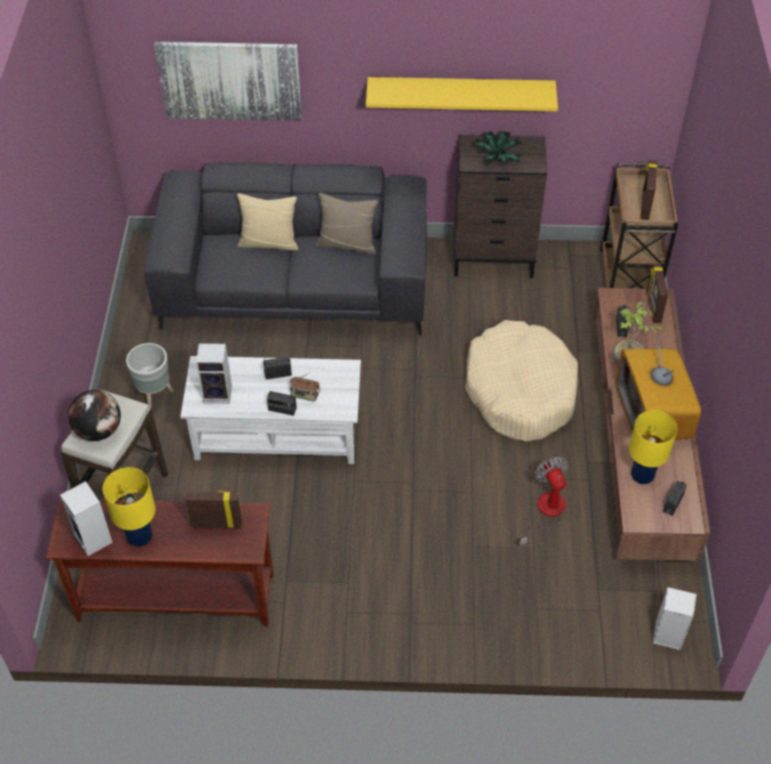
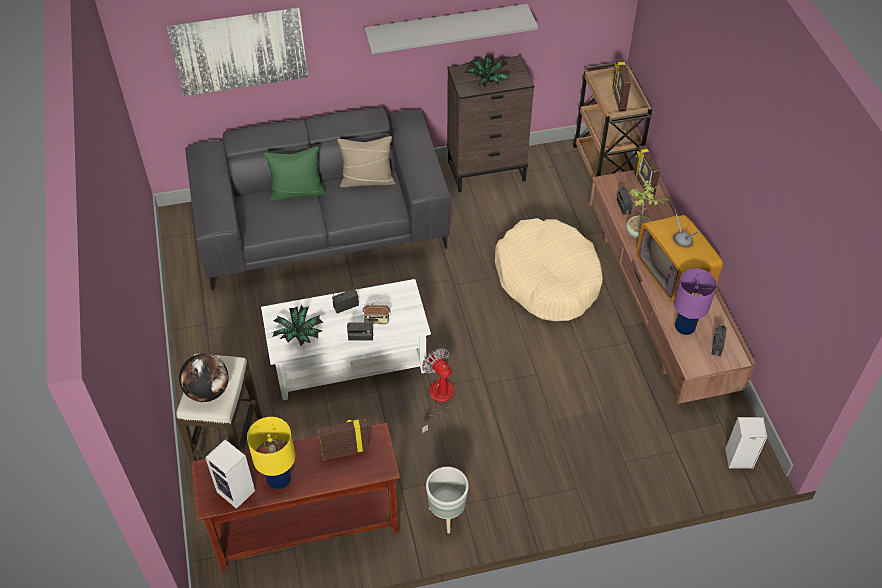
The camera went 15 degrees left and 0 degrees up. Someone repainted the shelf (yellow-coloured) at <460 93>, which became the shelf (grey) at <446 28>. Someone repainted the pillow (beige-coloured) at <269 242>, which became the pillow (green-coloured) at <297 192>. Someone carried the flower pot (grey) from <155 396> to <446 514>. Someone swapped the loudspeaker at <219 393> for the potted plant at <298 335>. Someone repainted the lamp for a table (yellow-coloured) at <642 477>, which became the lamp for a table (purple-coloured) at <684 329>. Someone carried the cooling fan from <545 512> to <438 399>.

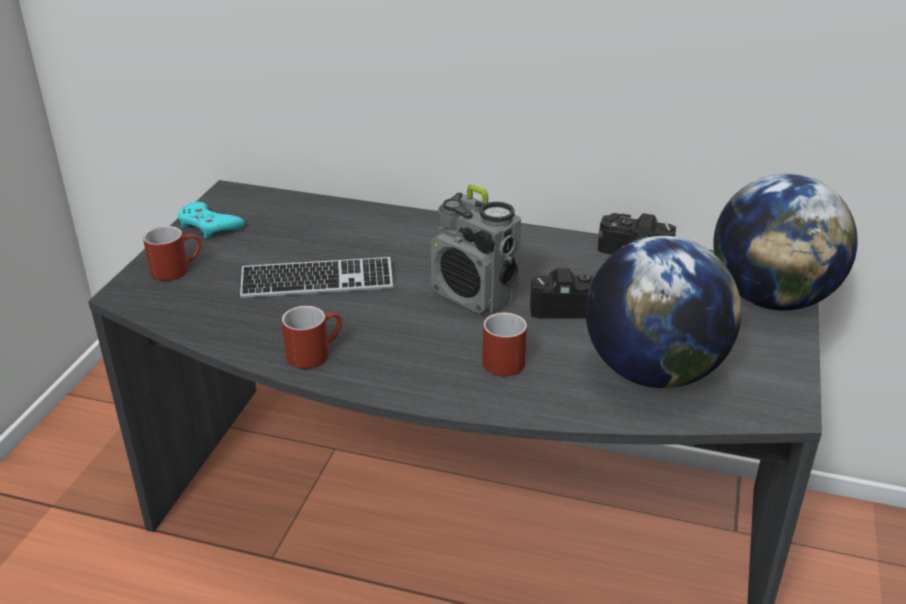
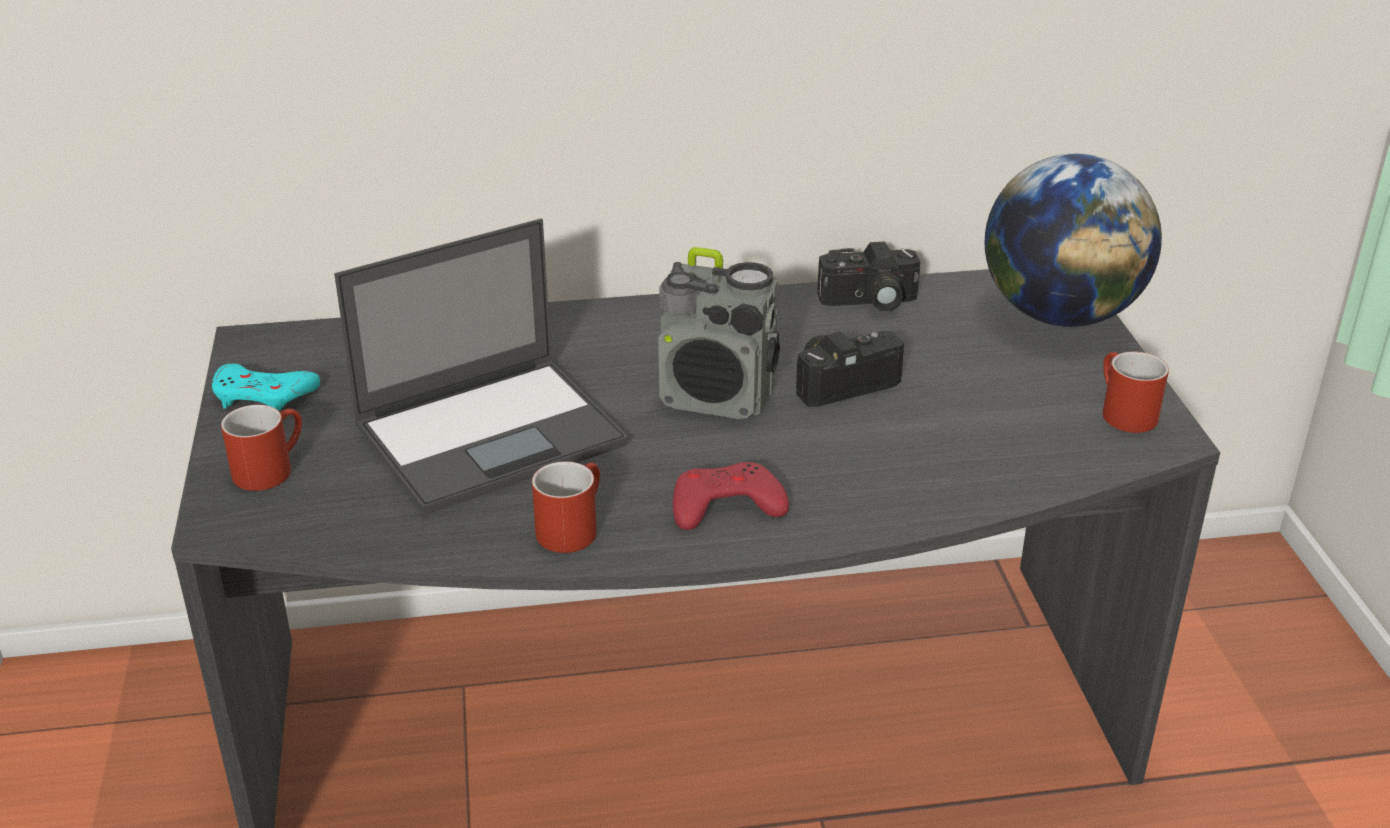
The camera went 25 degrees left and 0 degrees up. Someone took away the world globe at <653 372>. Someone swapped the keyboard at <317 281> for the portable computer at <493 433>. Someone carried the coffee mug (red) from <502 358> to <1121 412>. Someone put down the joypad (red) at <726 505>.

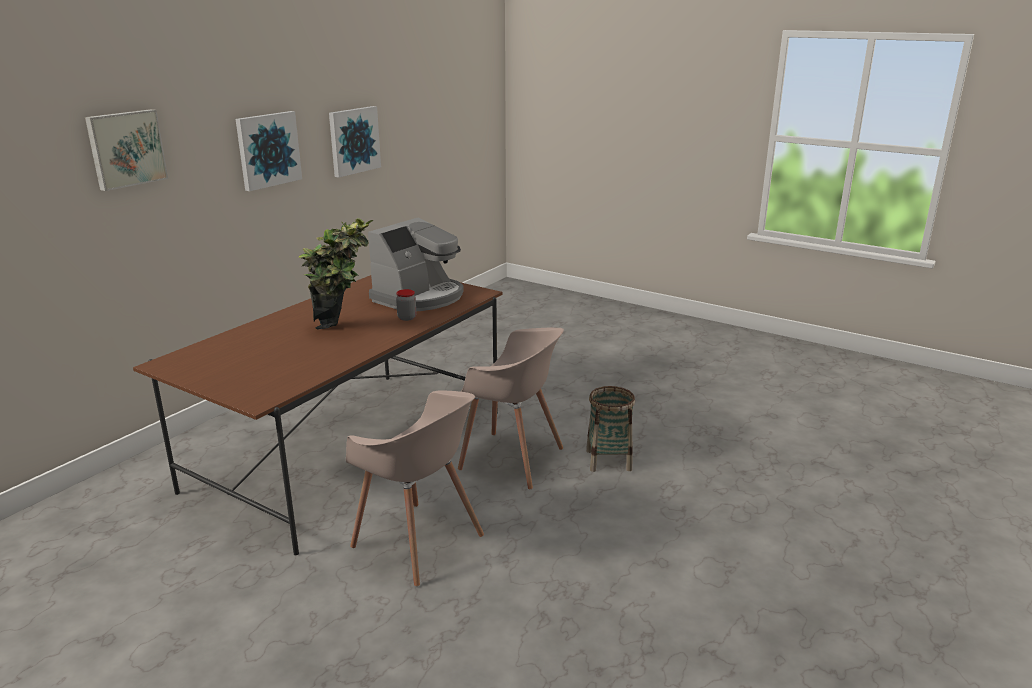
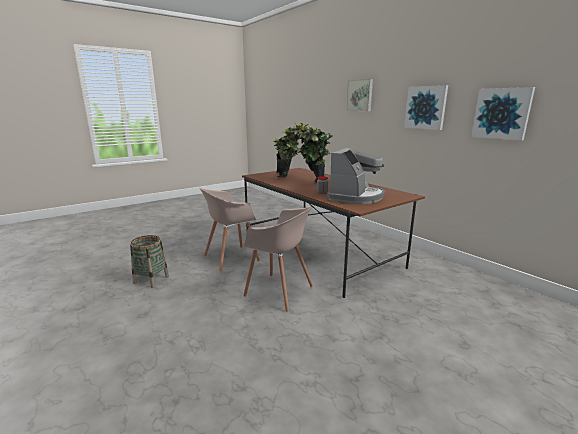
The camera went 110 degrees right and 5 degrees down. Someone rotated the coffee brewer at <419 297> by 120 degrees counterclockwise. Someone rotated the upright chair (beige-coloured) at <512 460> by 105 degrees counterclockwise. Someone carried the basket from <608 460> to <151 280>. Someone put down the potted plant at <290 178>.

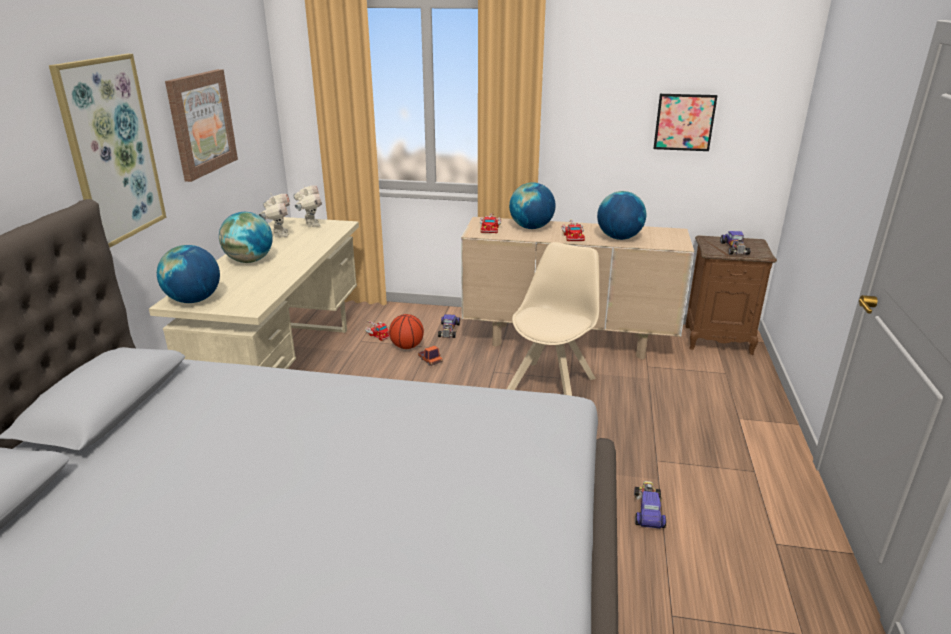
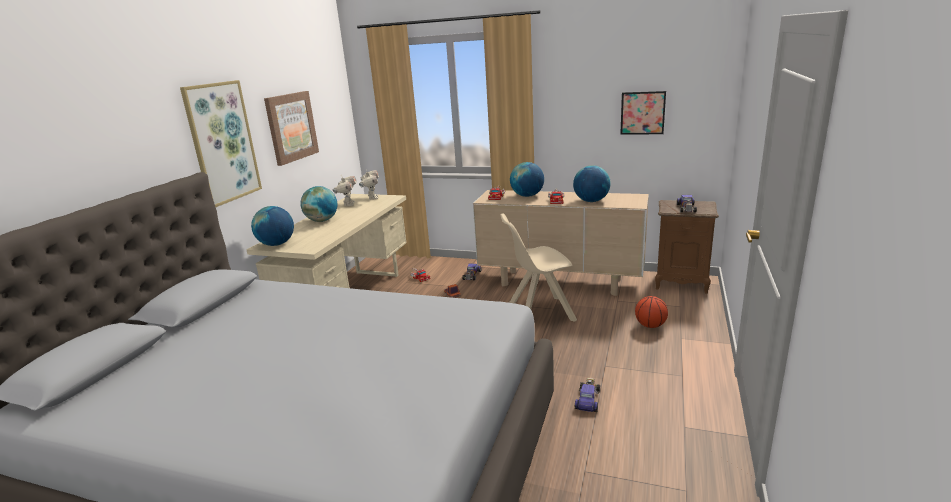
The camera went 10 degrees right and 5 degrees down. Someone rotated the upright chair (beige-coloured) at <552 385> by 135 degrees counterclockwise. Someone carried the ball for basketball from <407 346> to <650 325>.

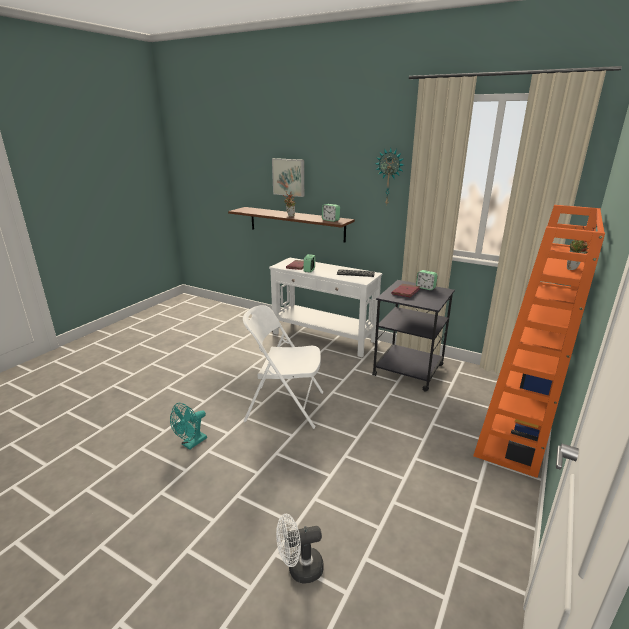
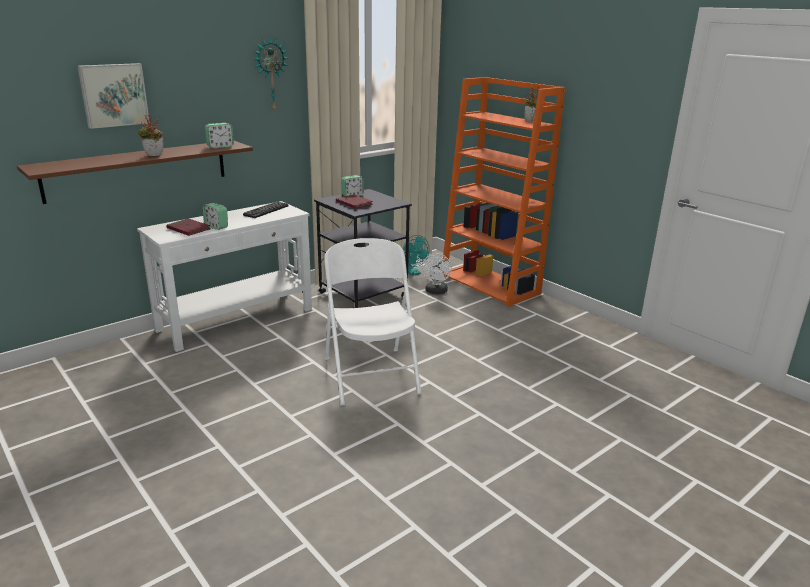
The camera went 70 degrees left and 0 degrees up. Someone rotated the upright chair (white) at <285 406> by 135 degrees clockwise. Someone carried the cooling fan (turquoise) from <191 444> to <413 273>. Someone carried the cooling fan (white) from <299 569> to <436 292>.

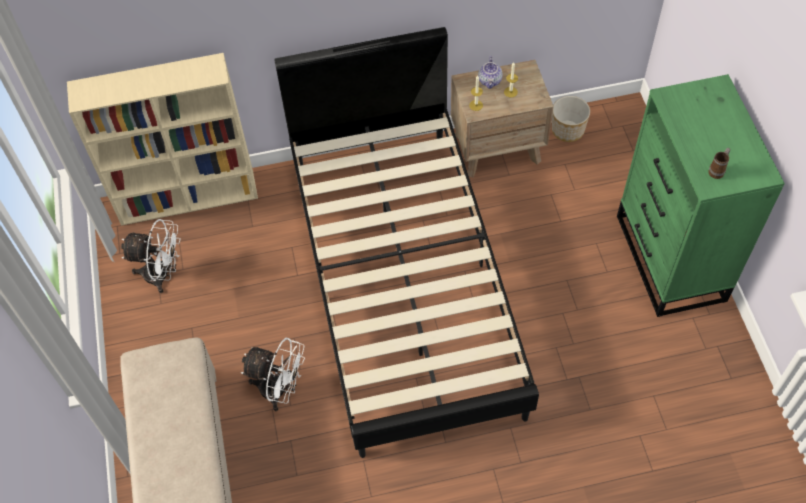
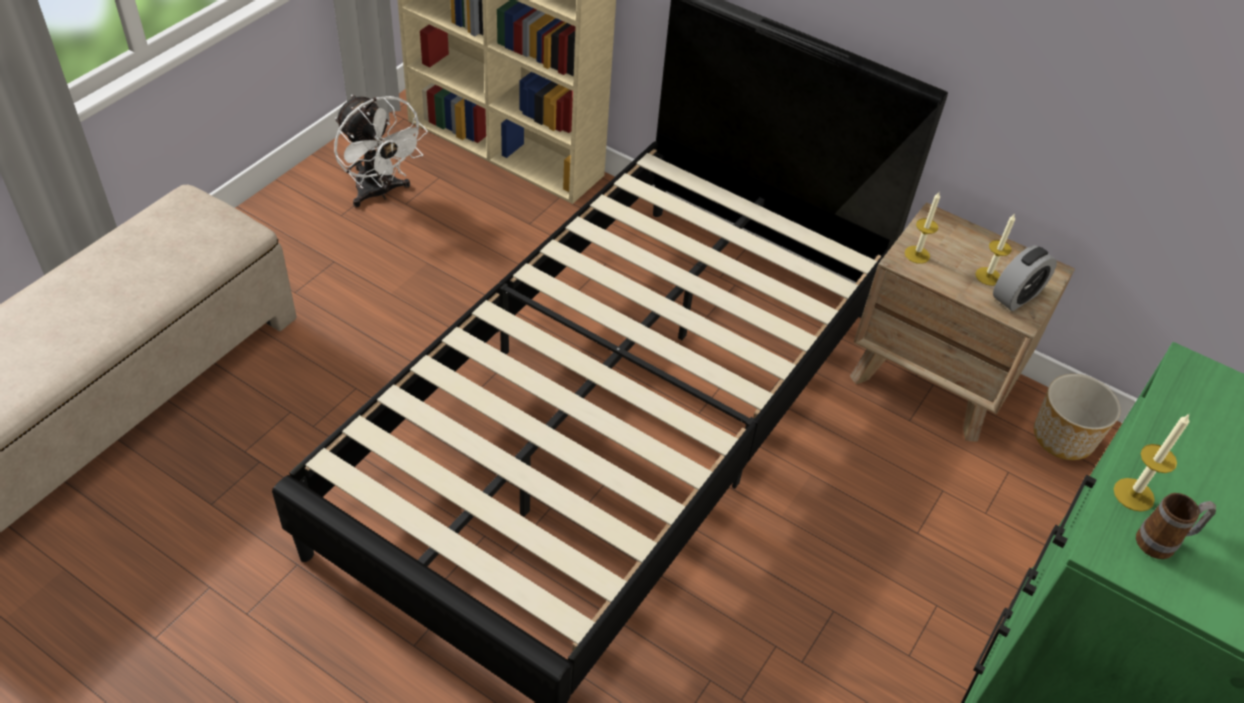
The camera went 40 degrees right and 10 degrees down. Someone took away the tea pot at <490 81>. Someone took away the cooling fan (white) at <280 390>. Someone put down the alarm clock at <1016 296>. Someone put down the wax candle at <1133 494>.

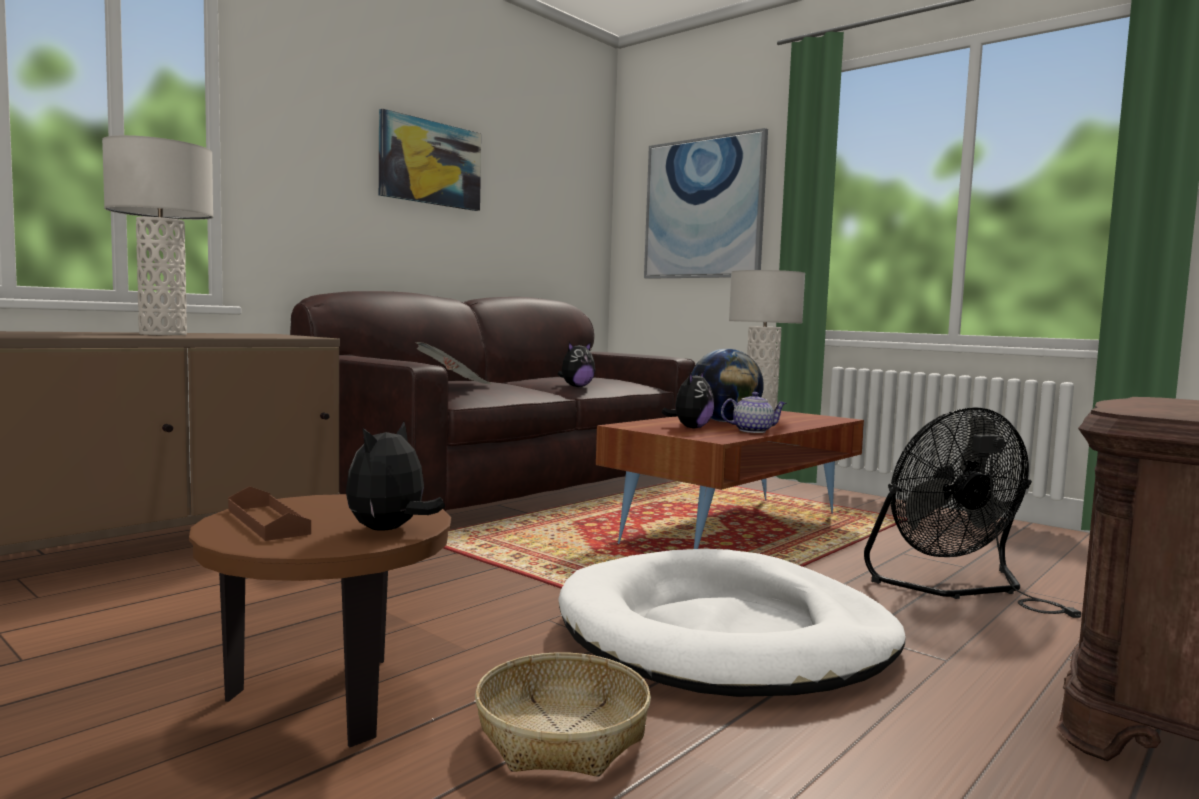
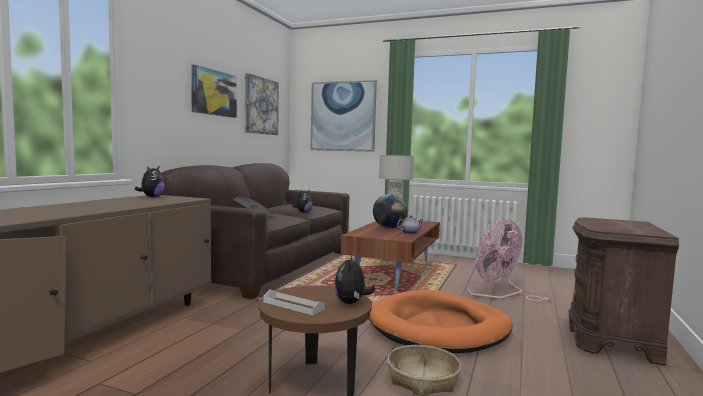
The camera went 20 degrees left and 0 degrees up. Someone took away the lamp for a table (white) at <162 334>. Someone carried the cuddly toy from <690 428> to <152 197>. Someone repainted the cooling fan (black-coloured) at <969 587>, which became the cooling fan (pinkish) at <504 293>. Someone repainted the tray (brownish) at <267 521>, which became the tray (white) at <293 305>. Someone repainted the dog cushion (white) at <726 634>, which became the dog cushion (orangey) at <439 327>. Someone put up the wall picture at <261 106>.

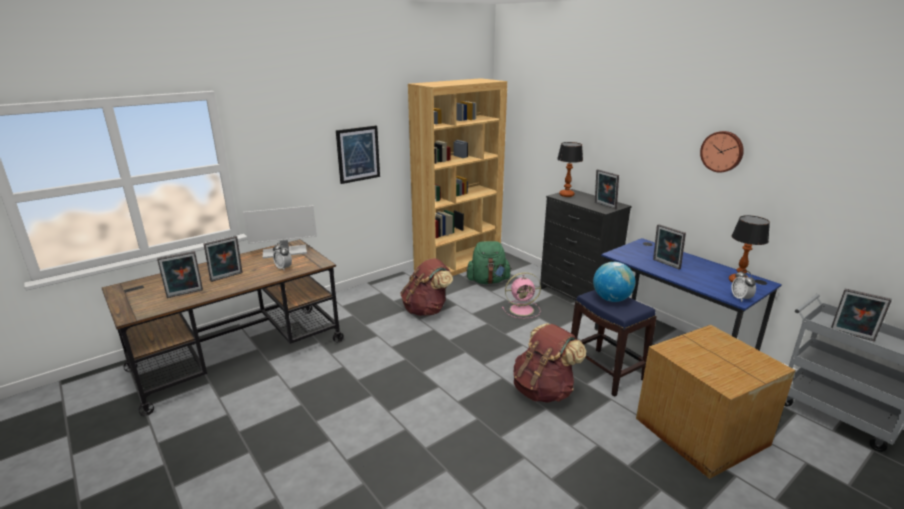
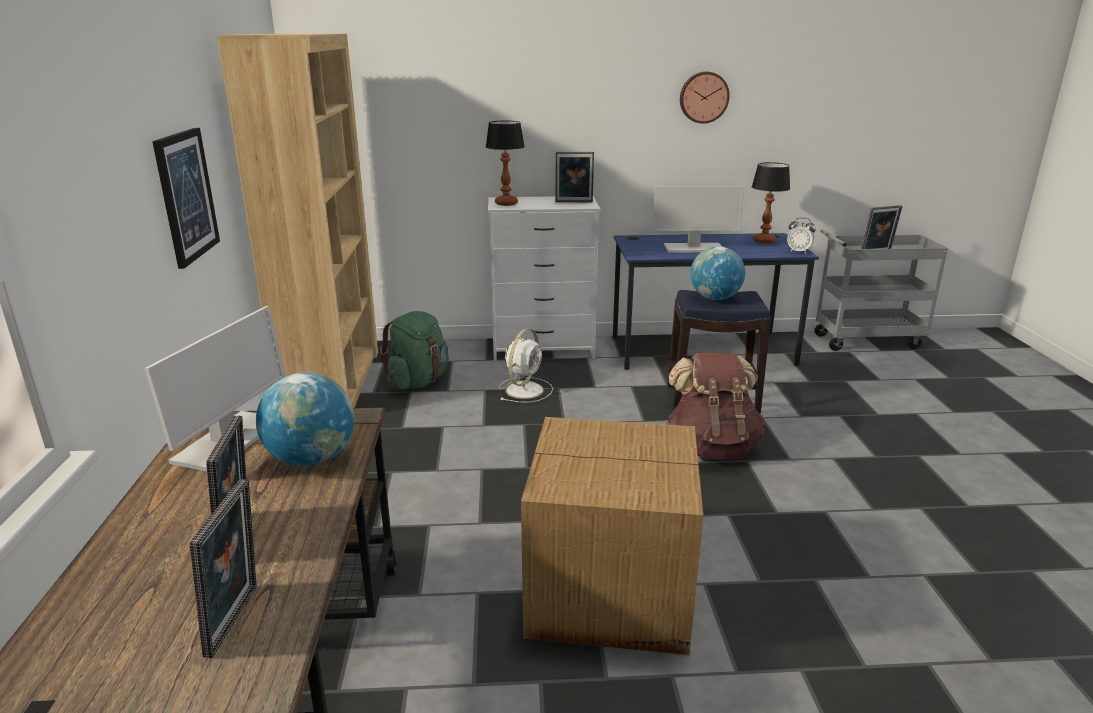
The camera went 55 degrees left and 0 degrees up. Someone repainted the dresser (black-coloured) at <576 296>, which became the dresser (white) at <543 348>. Someone swapped the photo frame at <665 264> for the computer display at <693 248>. Someone swapped the alarm clock at <283 268> for the world globe at <312 459>. Someone took away the knapsack (brownish) at <427 310>. Someone repainted the cooling fan (pinkish) at <522 309>, which became the cooling fan (white) at <525 389>. Someone carried the carton from <701 433> to <612 592>.

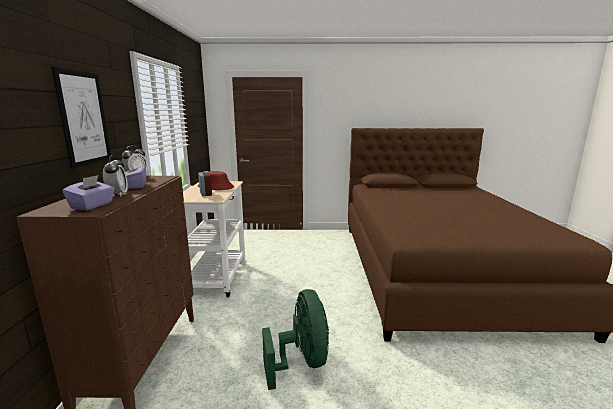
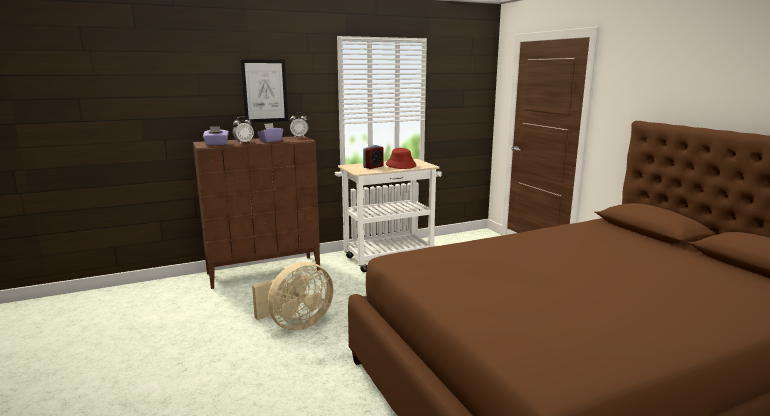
The camera went 65 degrees right and 0 degrees up. Someone repainted the cooling fan (green-coloured) at <302 361>, which became the cooling fan (beige-coloured) at <296 325>.

